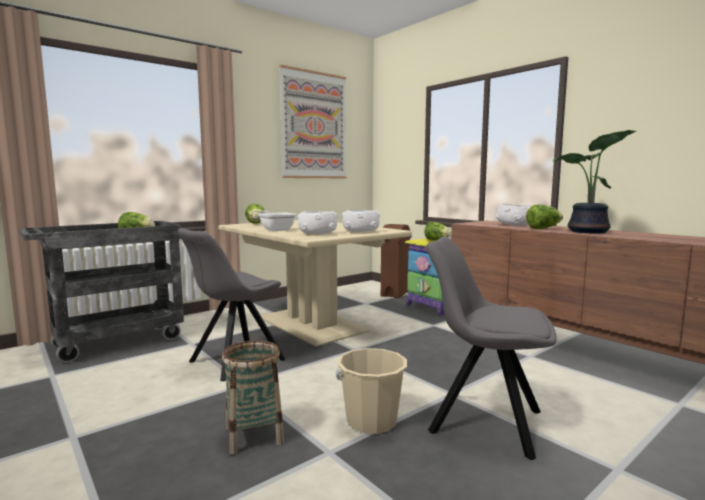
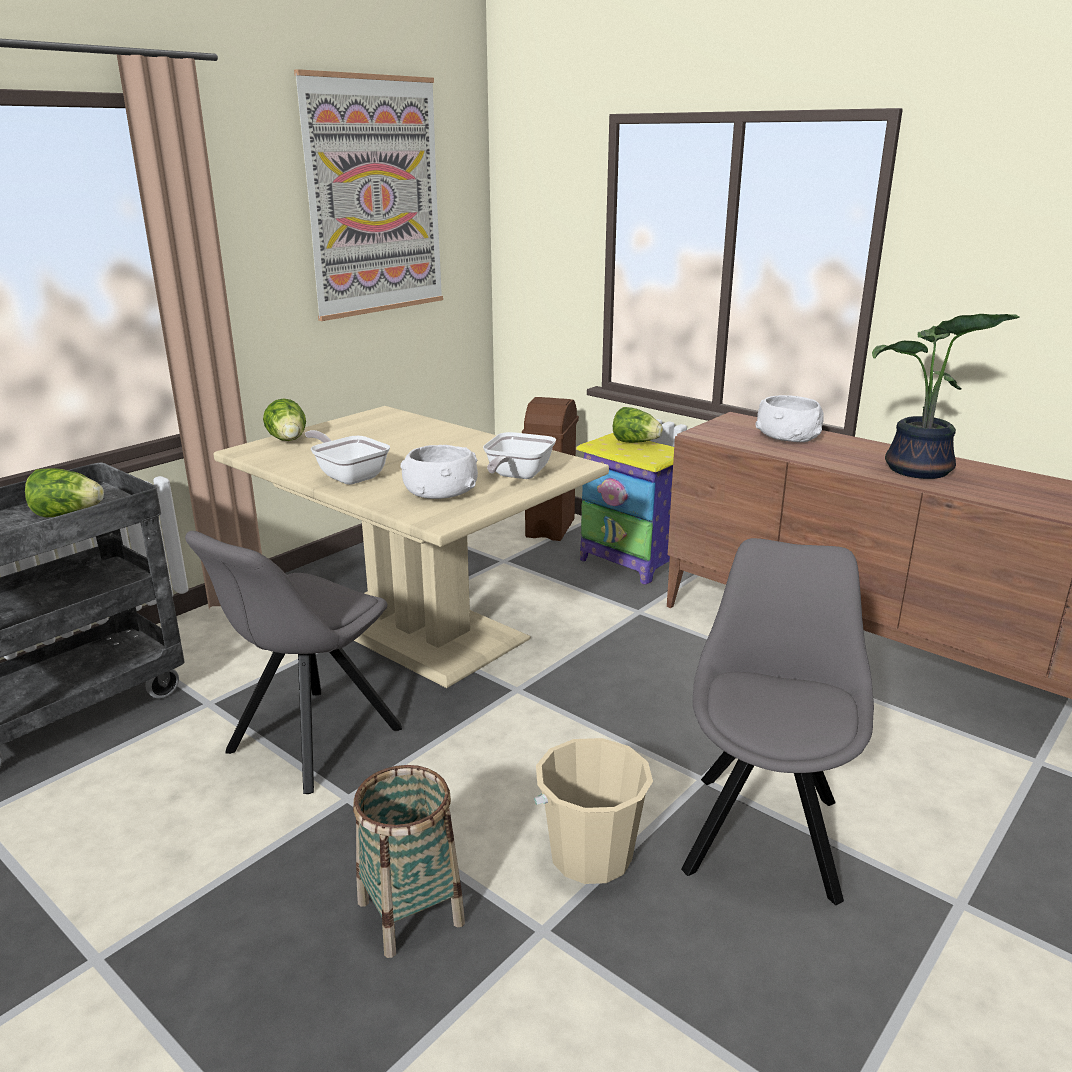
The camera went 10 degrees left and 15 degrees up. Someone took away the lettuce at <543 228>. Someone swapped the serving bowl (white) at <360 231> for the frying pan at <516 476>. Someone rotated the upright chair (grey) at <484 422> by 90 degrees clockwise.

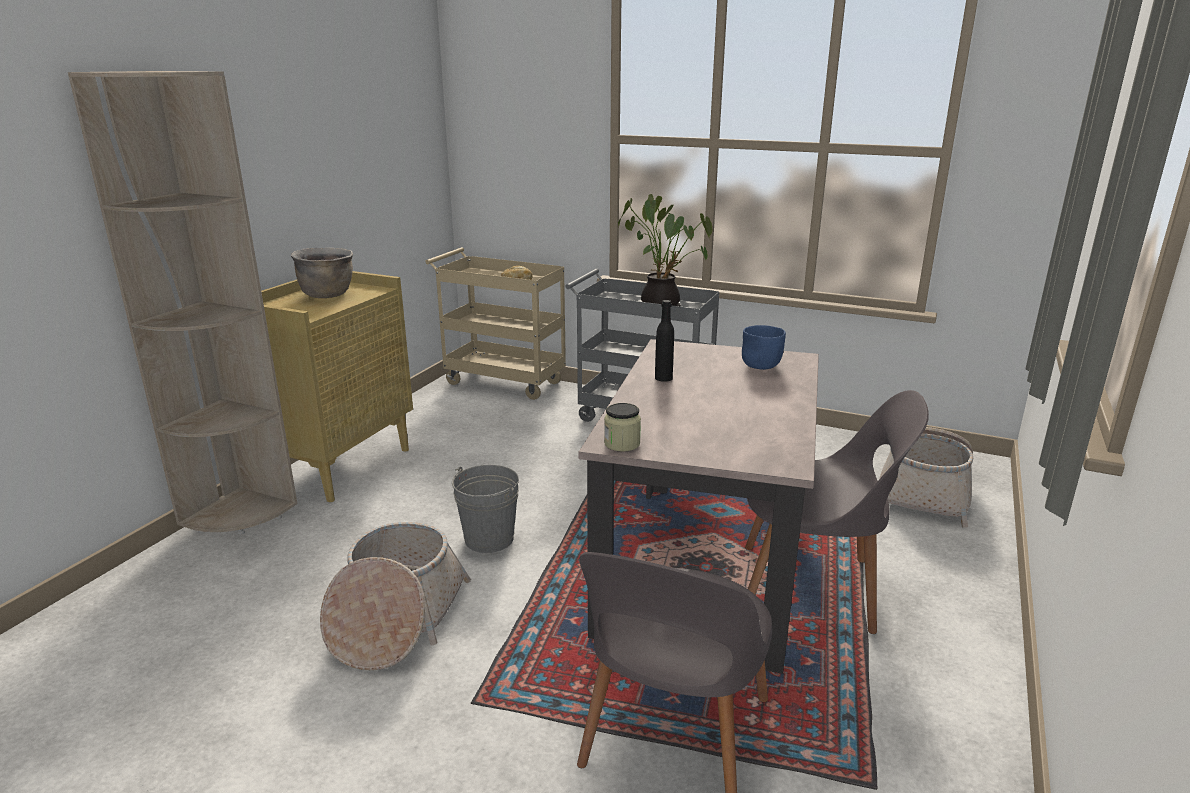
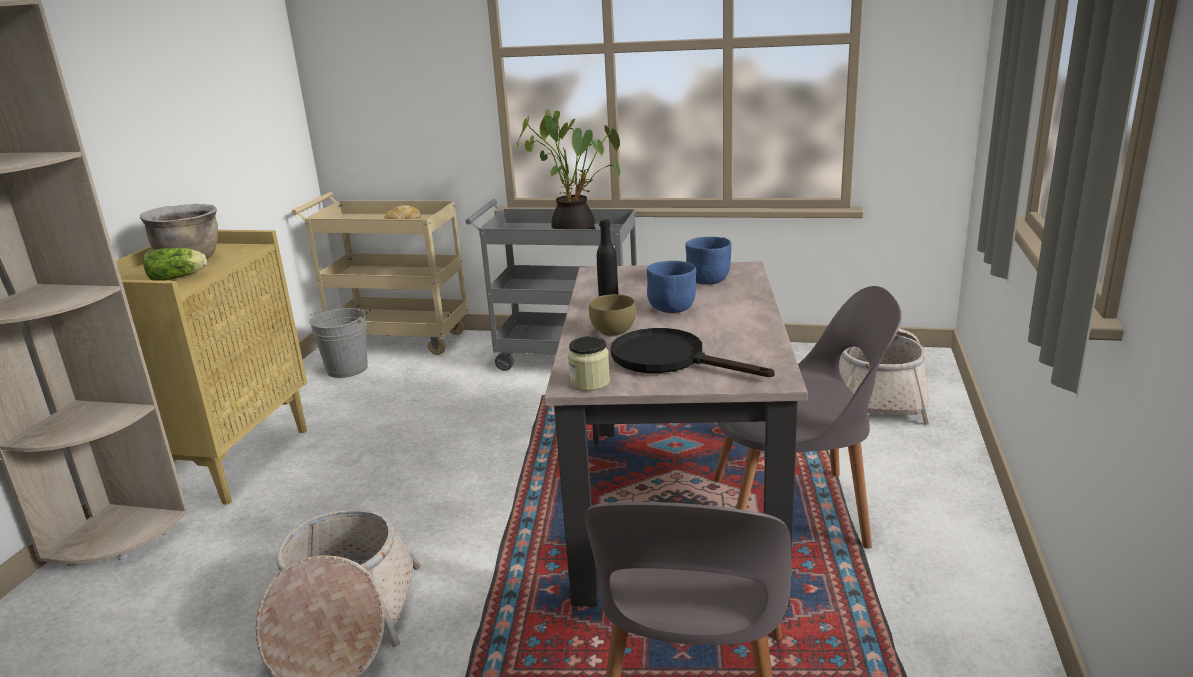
The camera went 10 degrees left and 0 degrees up. Someone carried the pail (grey) from <489 539> to <347 369>. Someone put down the lettuce at <179 277>. Someone put down the serving bowl (bluish) at <672 310>. Someone put down the serving bowl (brownish) at <611 331>. Someone put down the frying pan (black-coloured) at <670 359>.

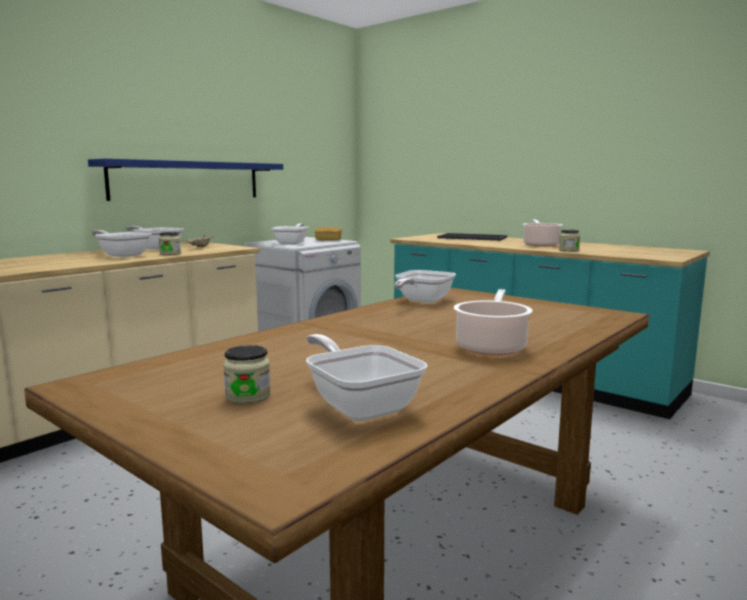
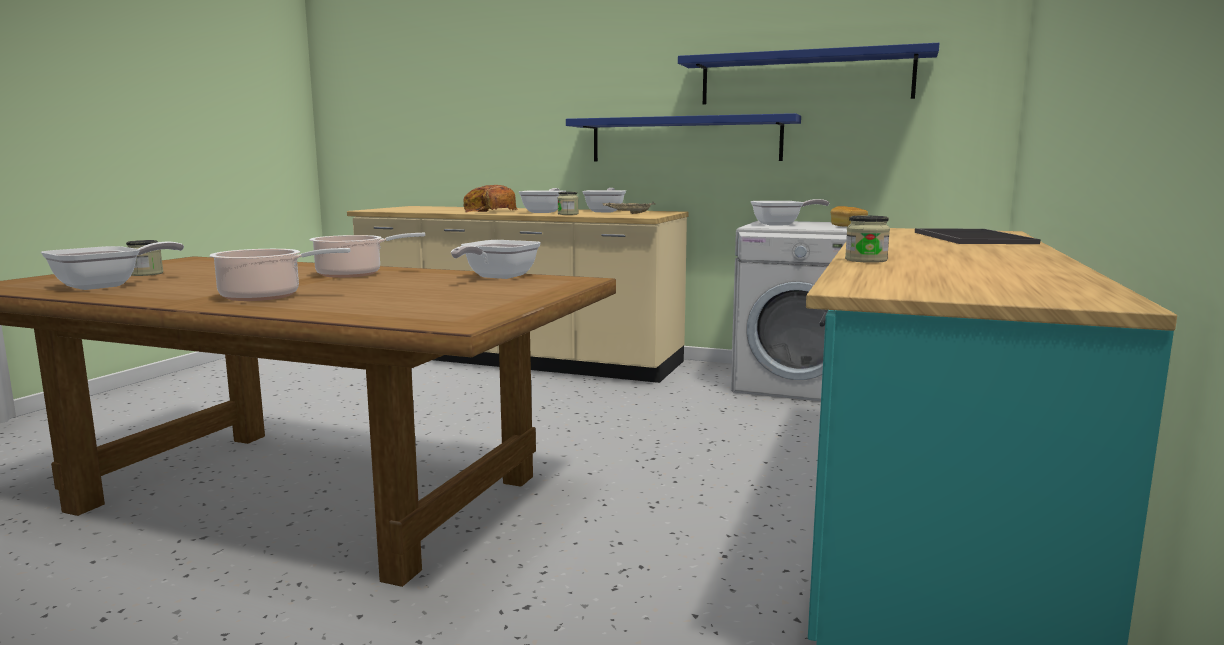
The camera went 70 degrees right and 0 degrees up. Someone carried the saucepot from <540 245> to <354 274>. Someone rotated the frying pan at <421 301> by 75 degrees counterclockwise. Someone put up the shelf (bluish) at <805 78>. Someone put down the bakery bread at <490 211>.

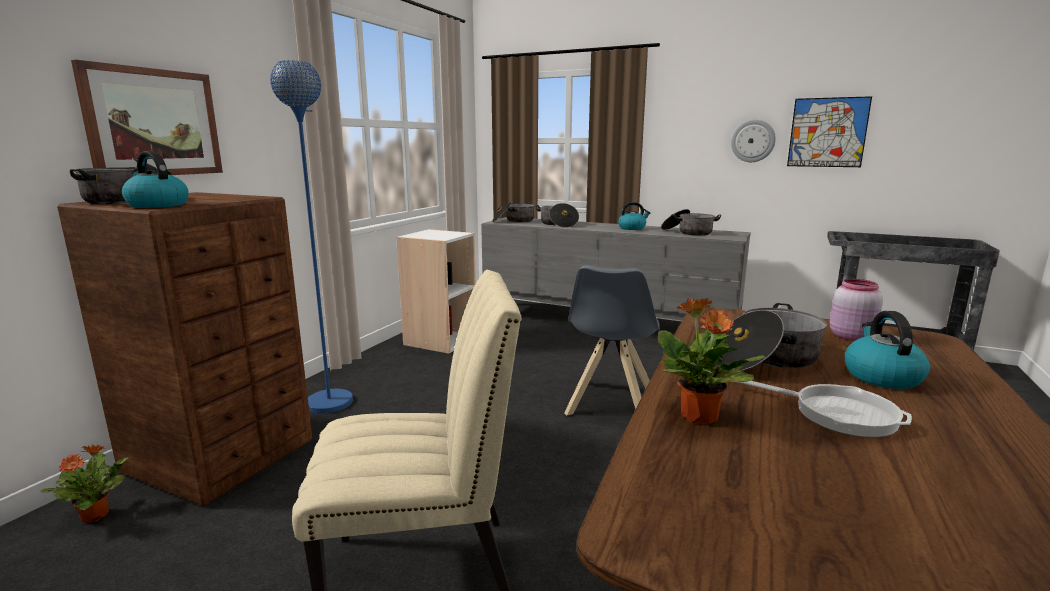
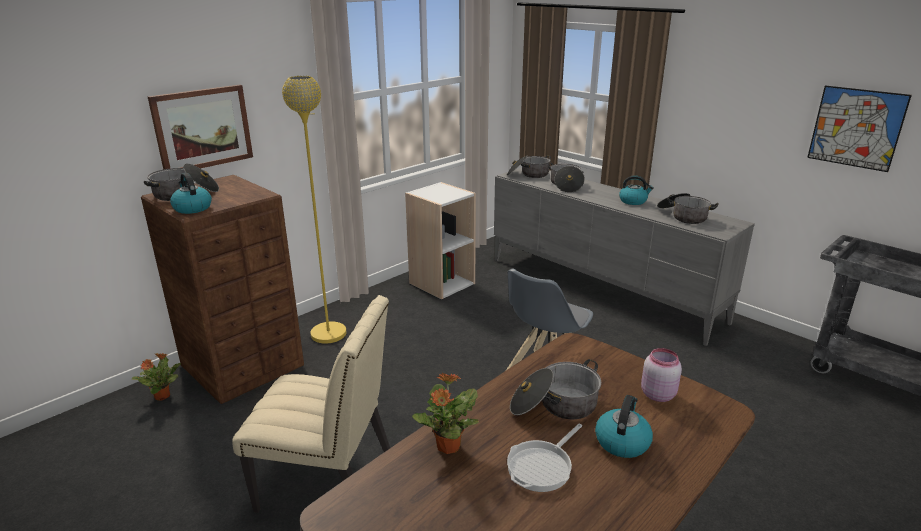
The camera went 20 degrees right and 10 degrees up. Someone repainted the floor lamp (bluish) at <329 402>, which became the floor lamp (yellow-coloured) at <329 333>. Someone took away the wall clock at <753 141>. Someone rotated the frying pan at <837 413> by 75 degrees clockwise.

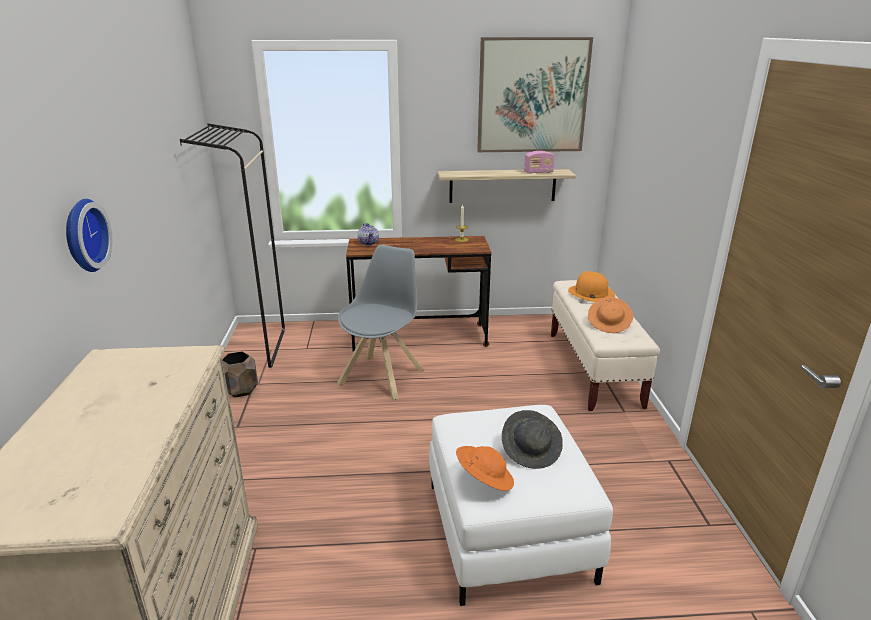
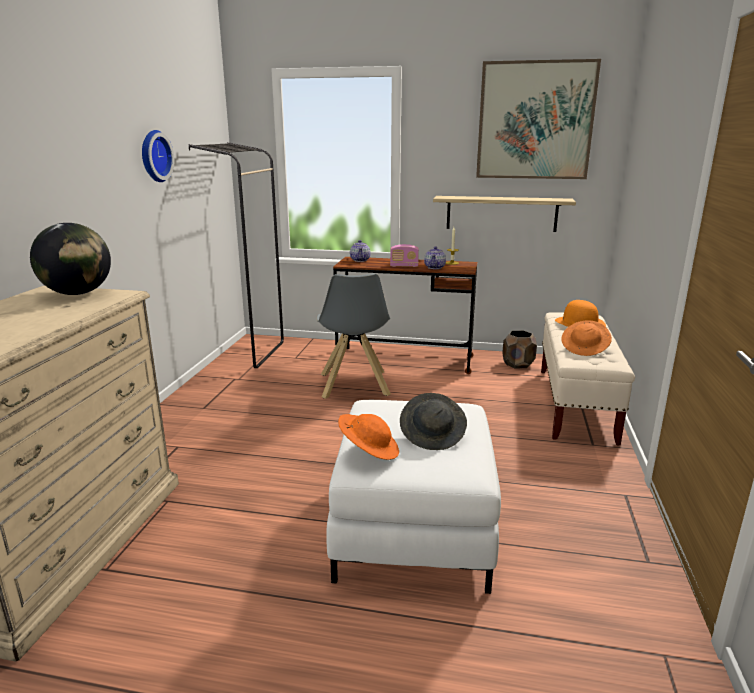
The camera went 15 degrees right and 5 degrees down. Someone carried the radio receiver from <538 172> to <404 266>. Someone carried the wall clock from <82 235> to <153 156>. Someone rotated the upright chair (grey) at <383 375> by 135 degrees clockwise. Someone carried the flower pot (brownish) from <241 390> to <518 364>. Someone put down the world globe at <77 293>. Someone put down the tea pot at <435 267>.

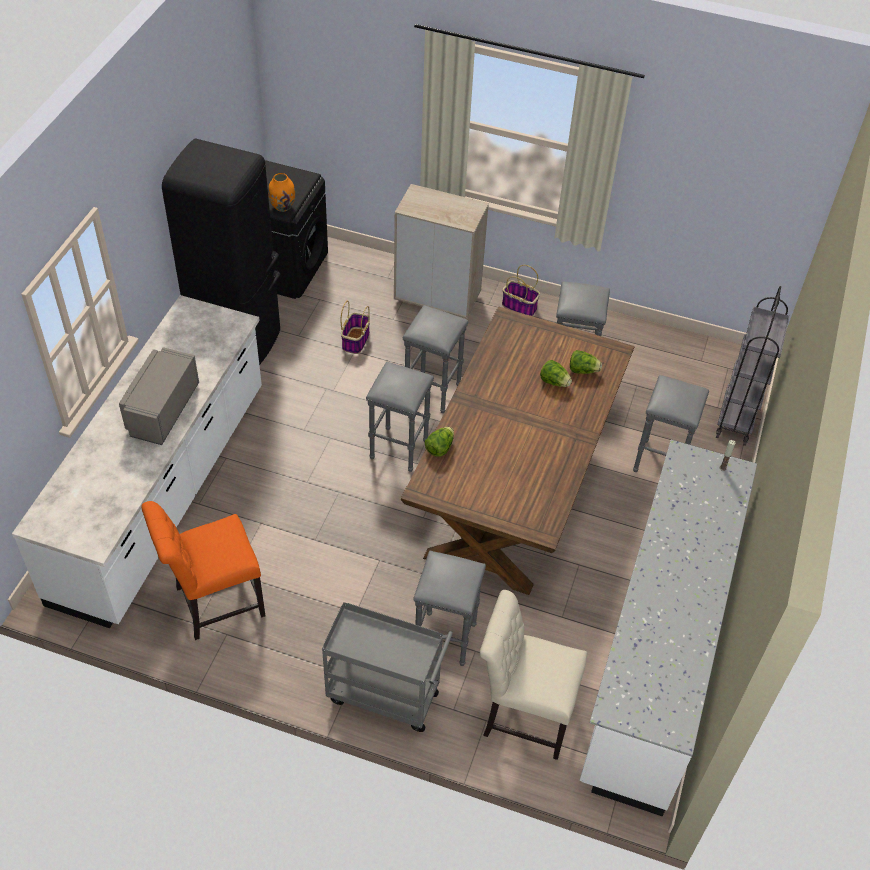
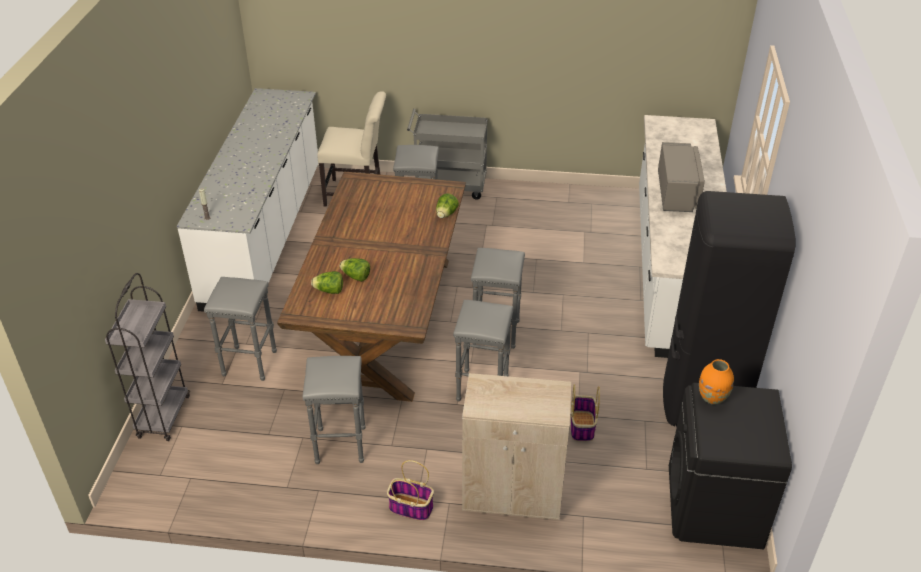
The camera went 170 degrees right and 10 degrees down. Someone took away the upright chair (orangey) at <213 603>.

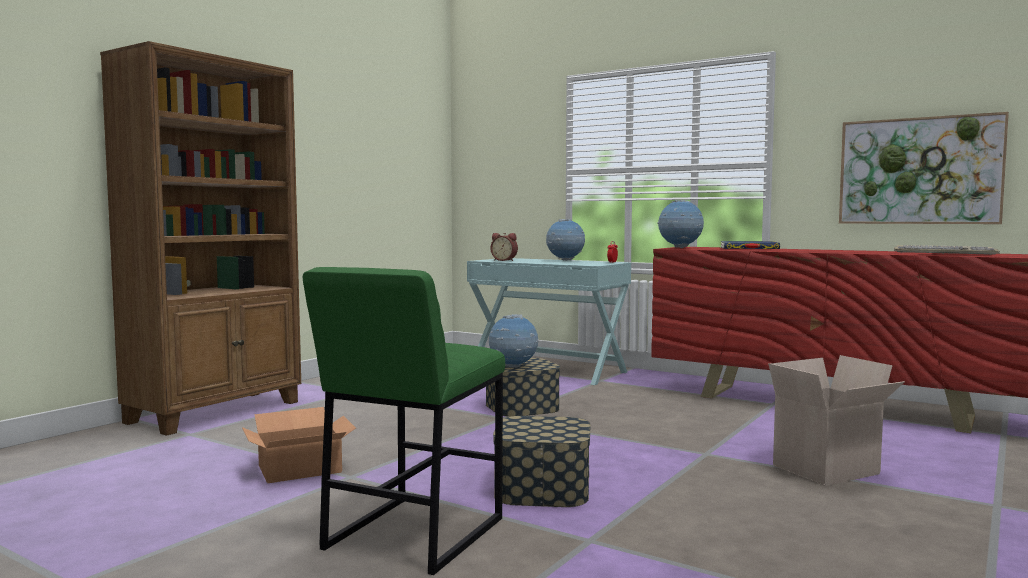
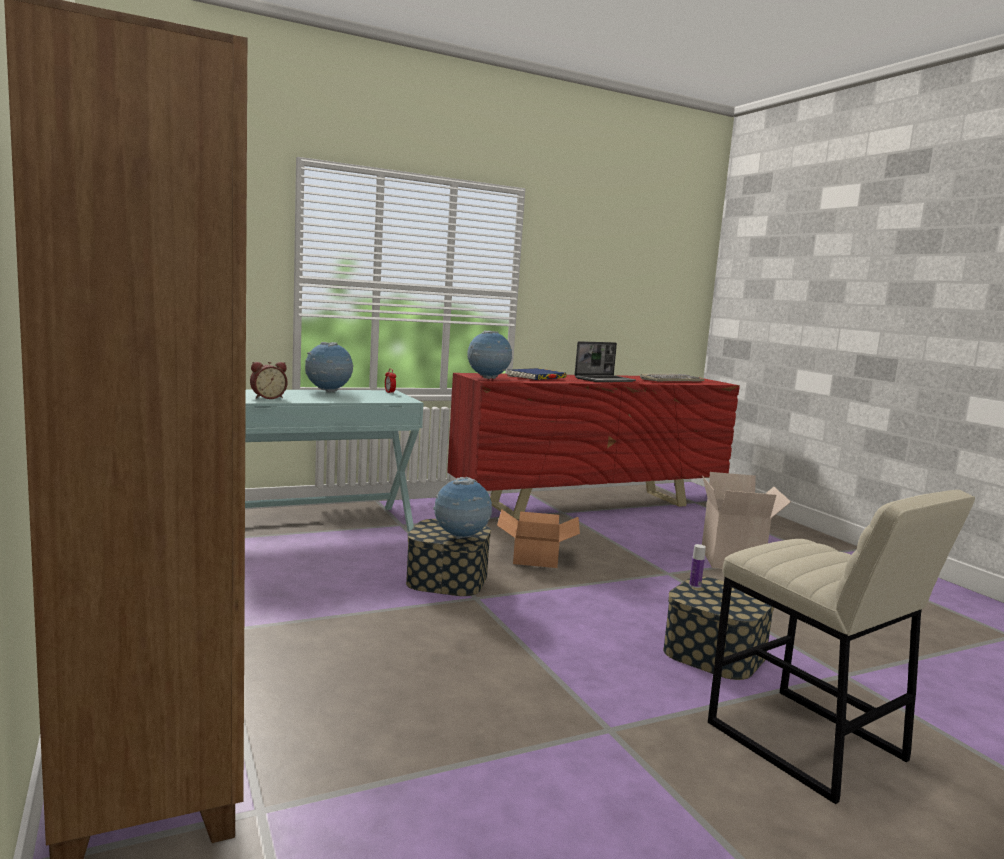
The camera went 60 degrees left and 5 degrees up. Someone took away the wall picture at <919 171>. Someone repainted the upright chair (green-coloured) at <412 535>, which became the upright chair (beige-coloured) at <810 743>. Someone carried the carton from <299 469> to <535 556>. Someone put down the portable computer at <605 380>. Someone put down the beverage bottle at <695 585>.

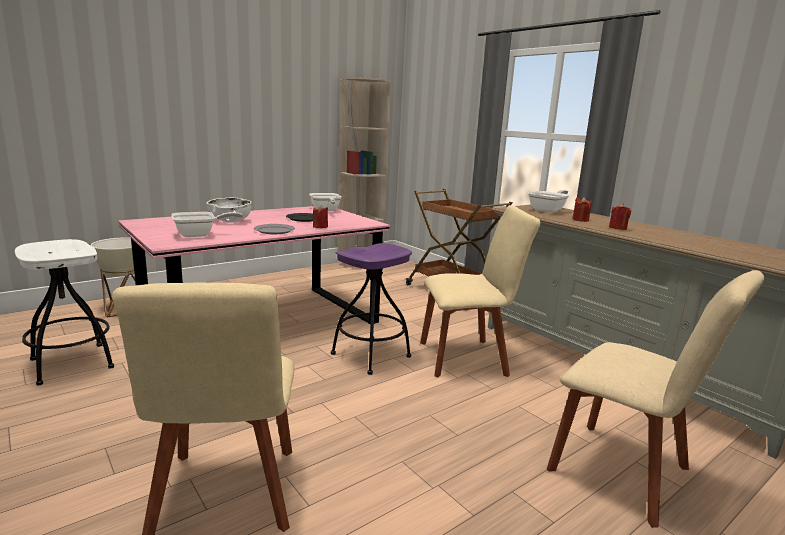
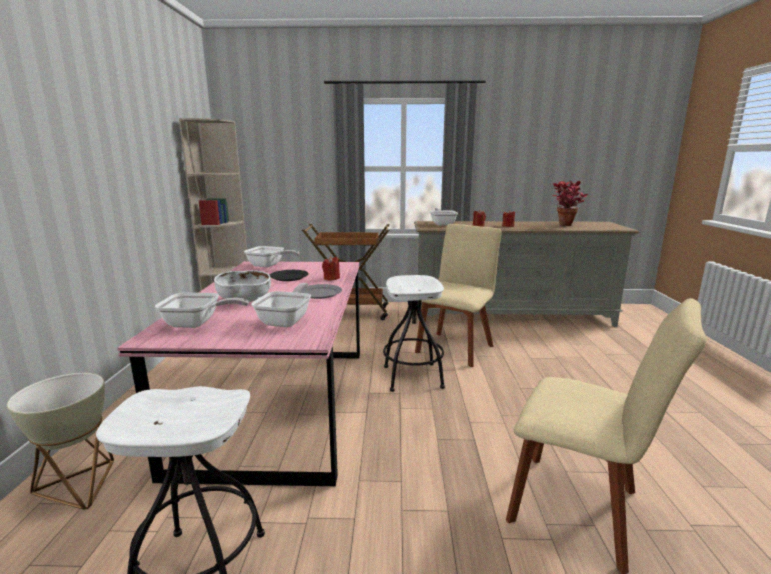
The camera went 50 degrees left and 0 degrees up. Someone repainted the sitting stool (purple-coloured) at <370 355>, which became the sitting stool (white) at <413 377>. Someone took away the upright chair (beige-coloured) at <626 473>. Someone put down the potted plant at <565 226>. Someone put down the frying pan at <197 324>.

